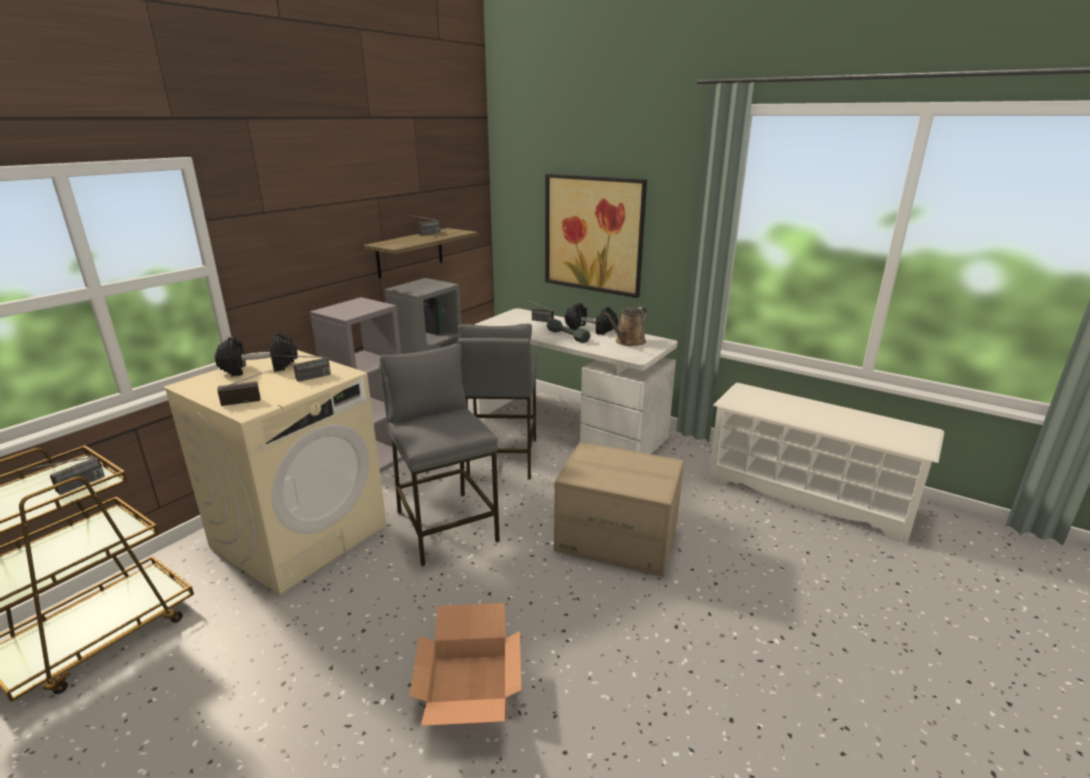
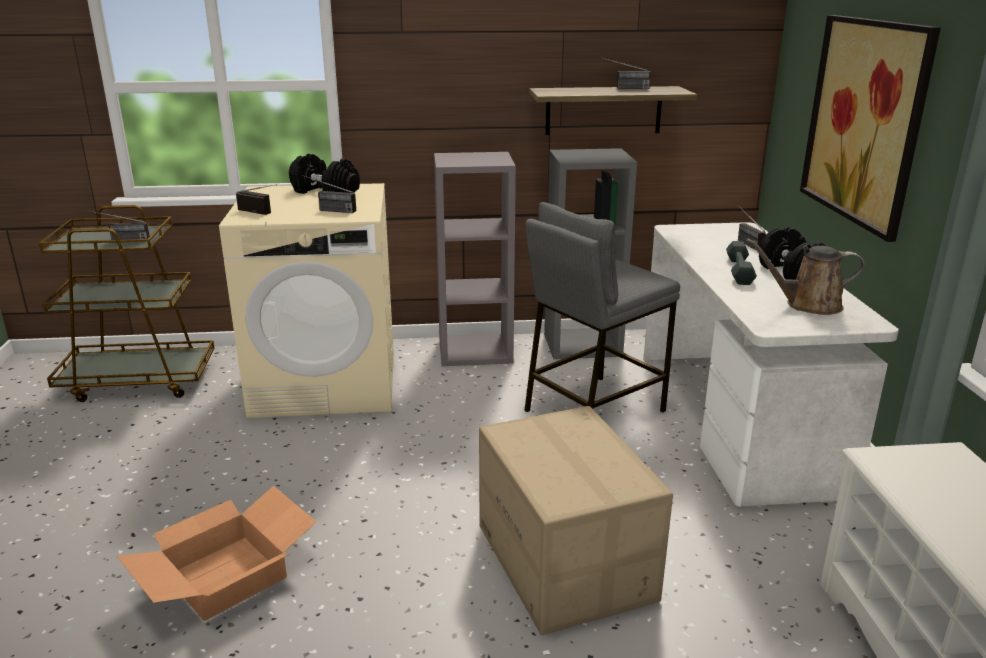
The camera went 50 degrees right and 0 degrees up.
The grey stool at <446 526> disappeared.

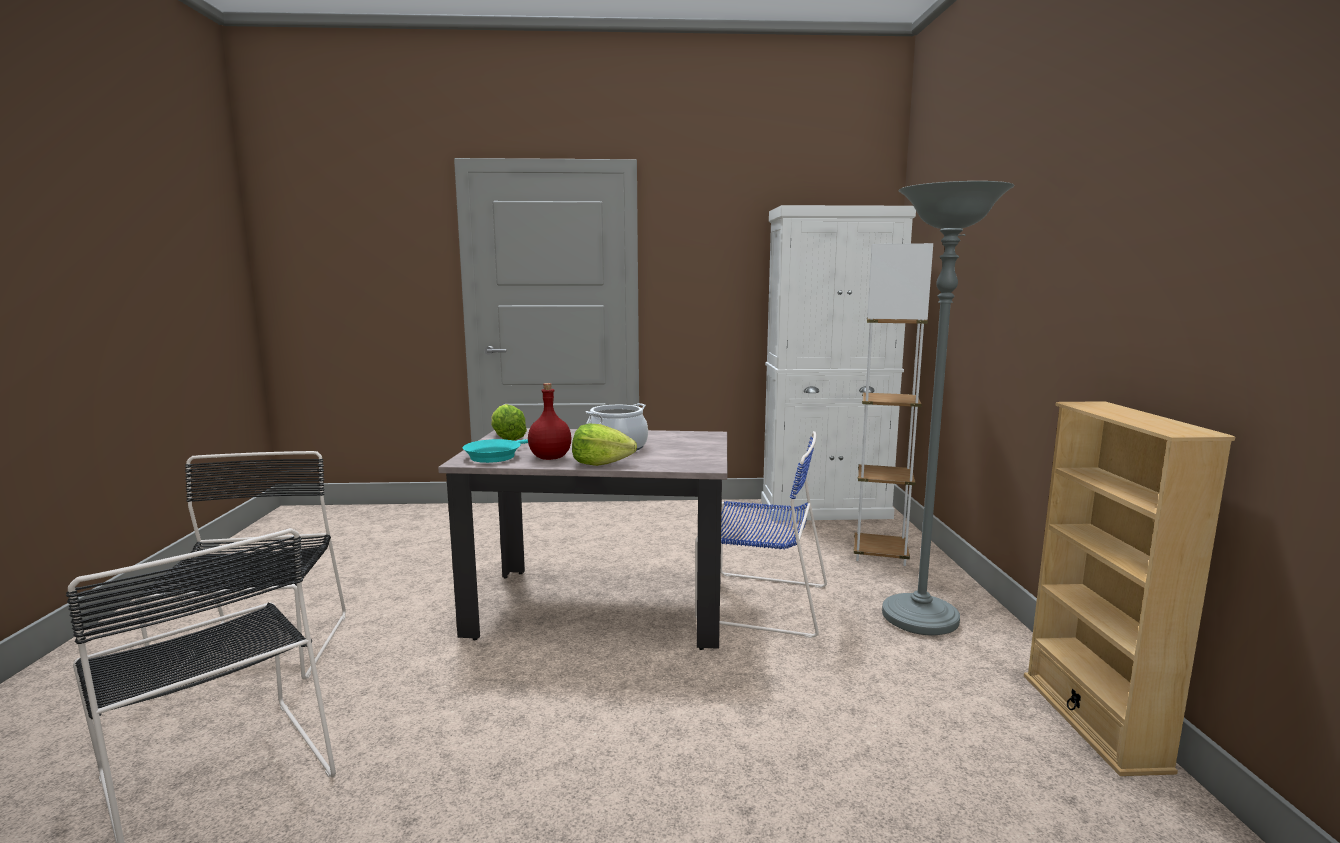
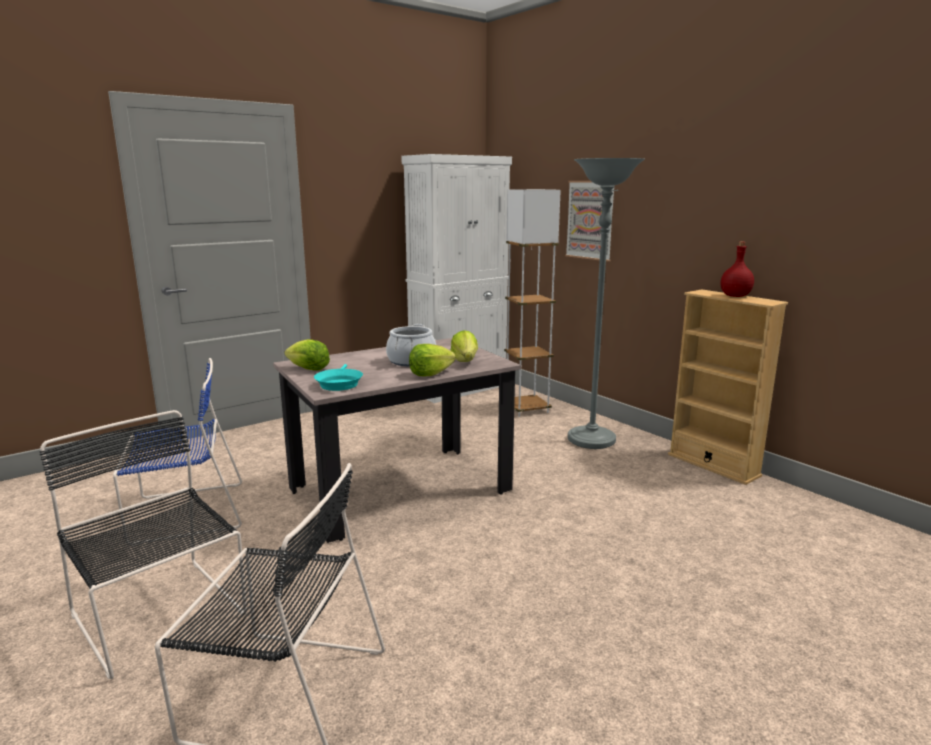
The camera went 35 degrees left and 5 degrees up.
The blue chair moved from <758 602> to <184 513>.
The lettuce at <465 361> appeared.
The picture at <590 220> appeared.
The red bottle moved from <549 458> to <735 296>.

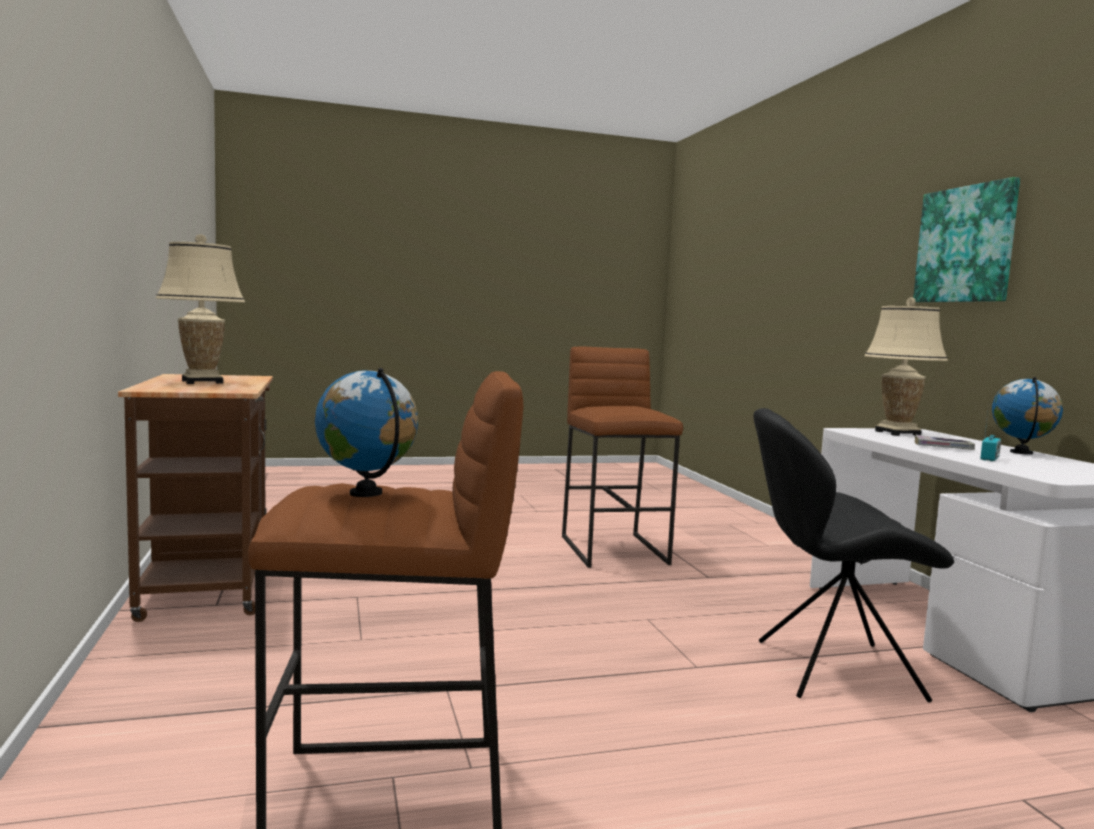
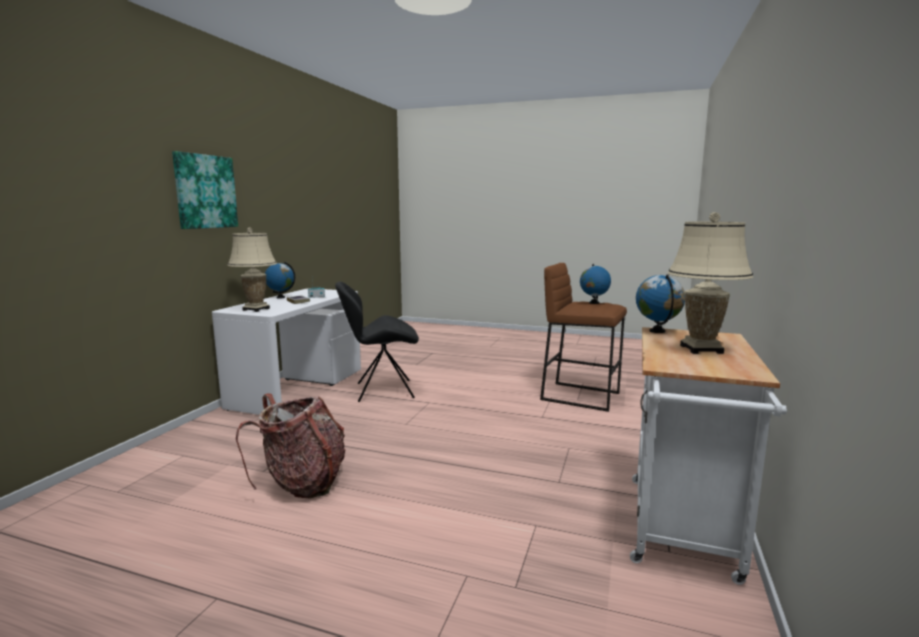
The camera went 145 degrees left and 5 degrees up.
The brown stool at <615 550> was replaced by the backpack at <303 483>.
The black chair at <831 669> turned 135 degrees clockwise.
The brown cart at <208 582> became the white cart at <682 533>.
The globe at <657 331> appeared.

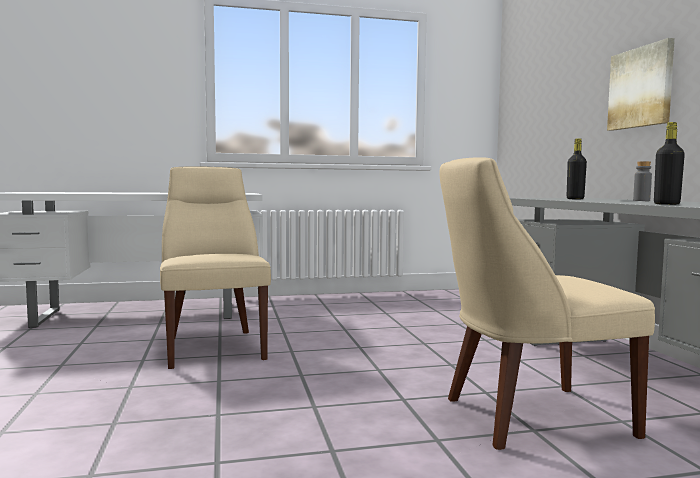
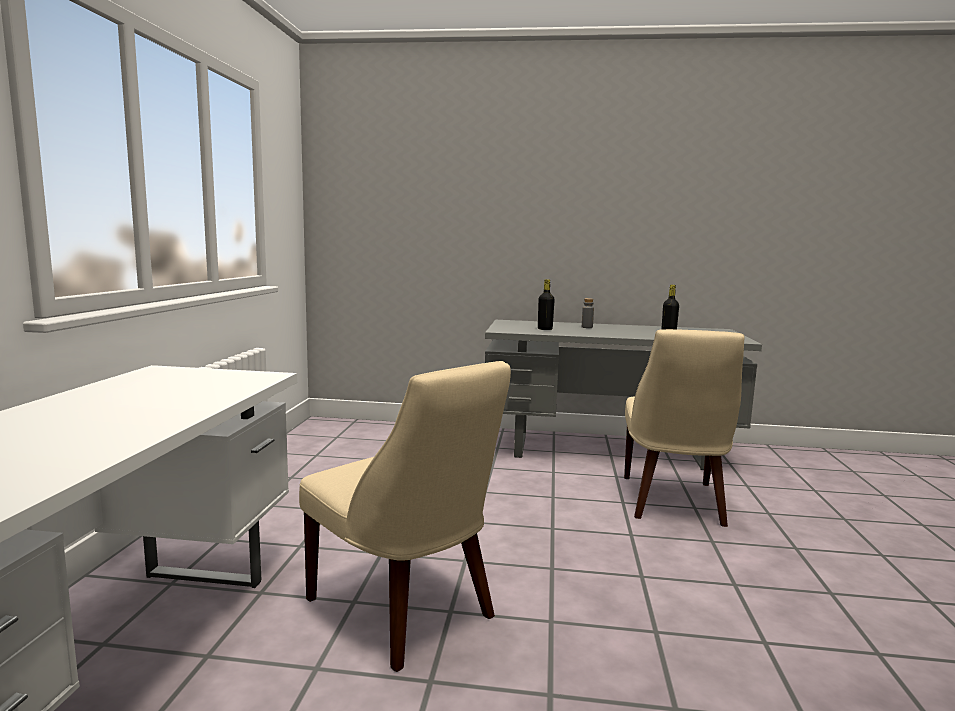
The camera went 70 degrees left and 5 degrees up.
The beige chair at <213 346> turned 135 degrees counterclockwise.
The picture at <641 87> disappeared.

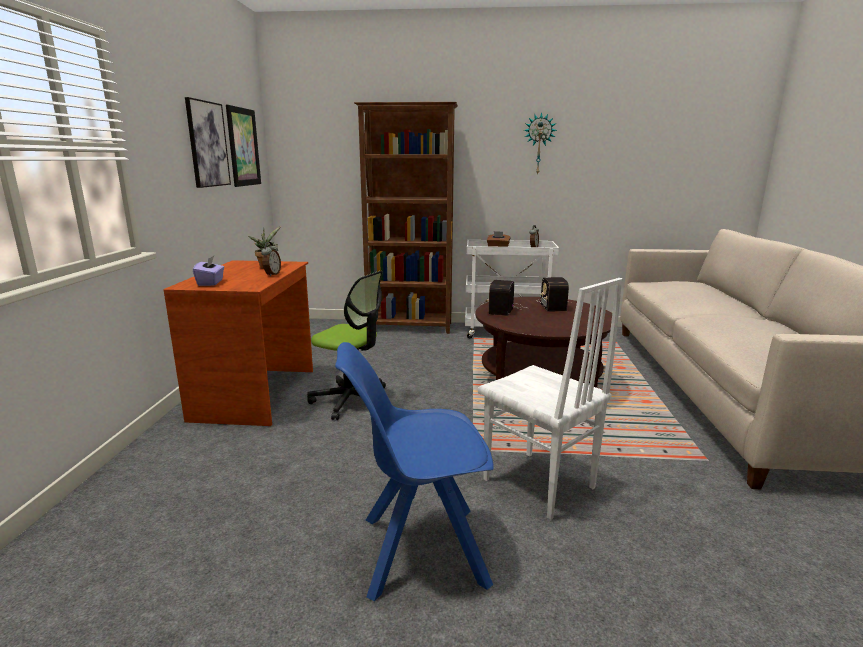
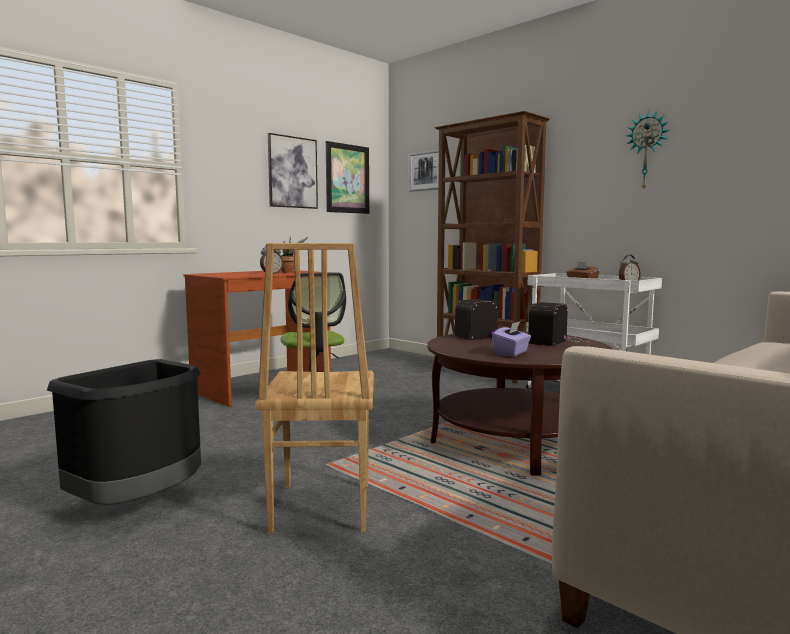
The camera went 40 degrees right and 10 degrees down.
The blue chair at <419 551> was replaced by the black trash can at <140 505>.
The white chair at <538 484> became the brown chair at <320 507>.
The picture at <426 171> appeared.
The purple tissue box moved from <211 283> to <511 353>.

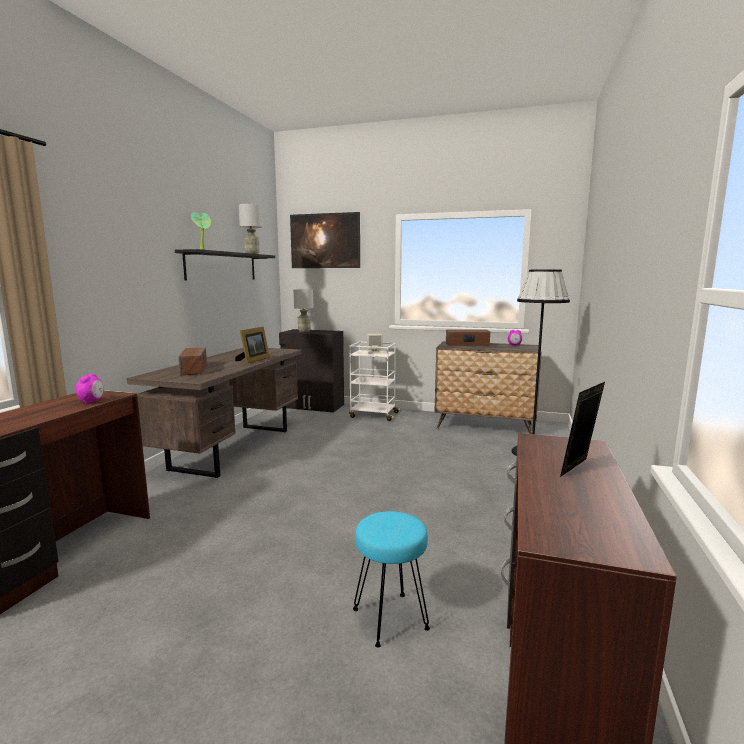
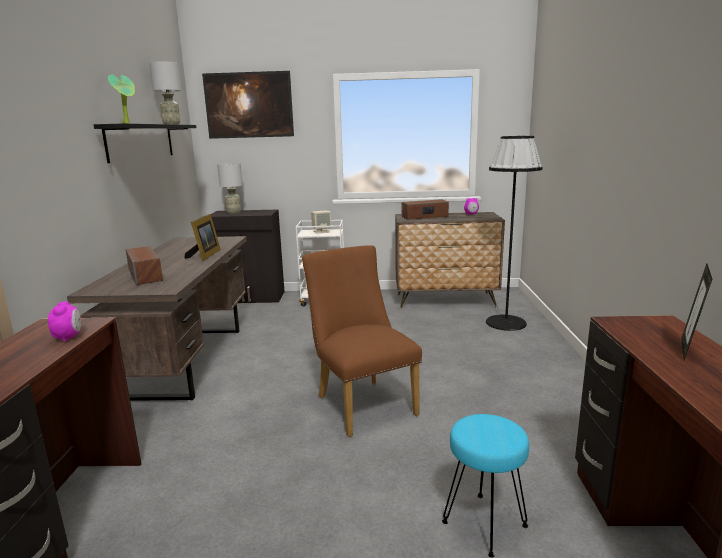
The camera went 15 degrees left and 5 degrees up.
The brown chair at <362 402> appeared.

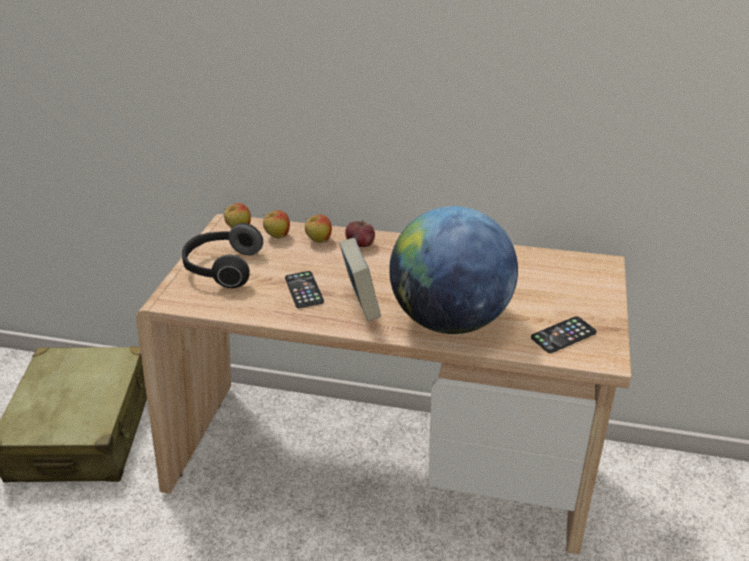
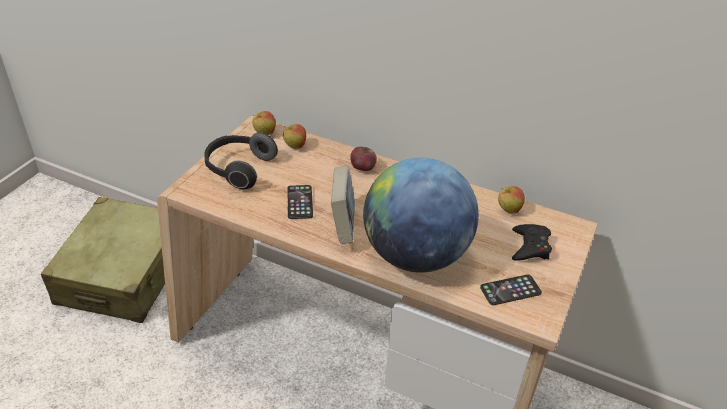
The camera went 10 degrees right and 5 degrees up.
The apple moved from <319 241> to <508 210>.
The black game controller at <530 247> appeared.

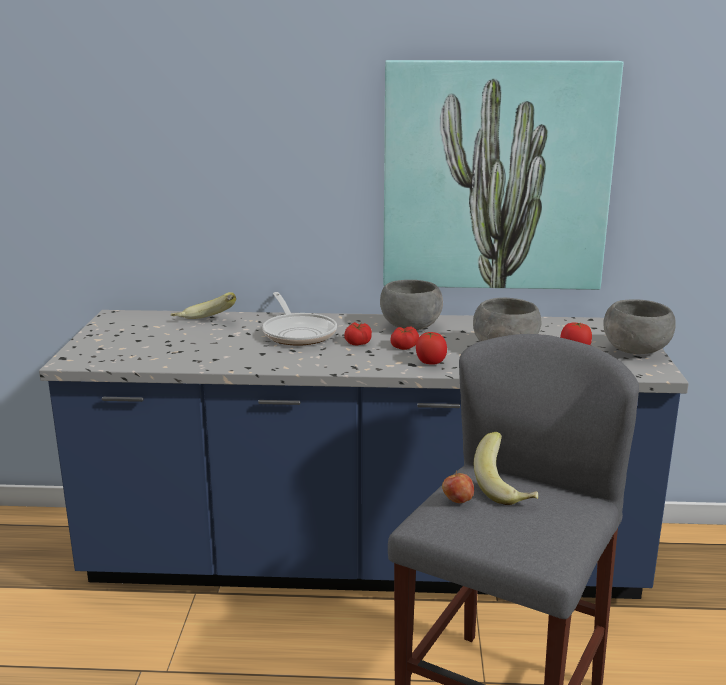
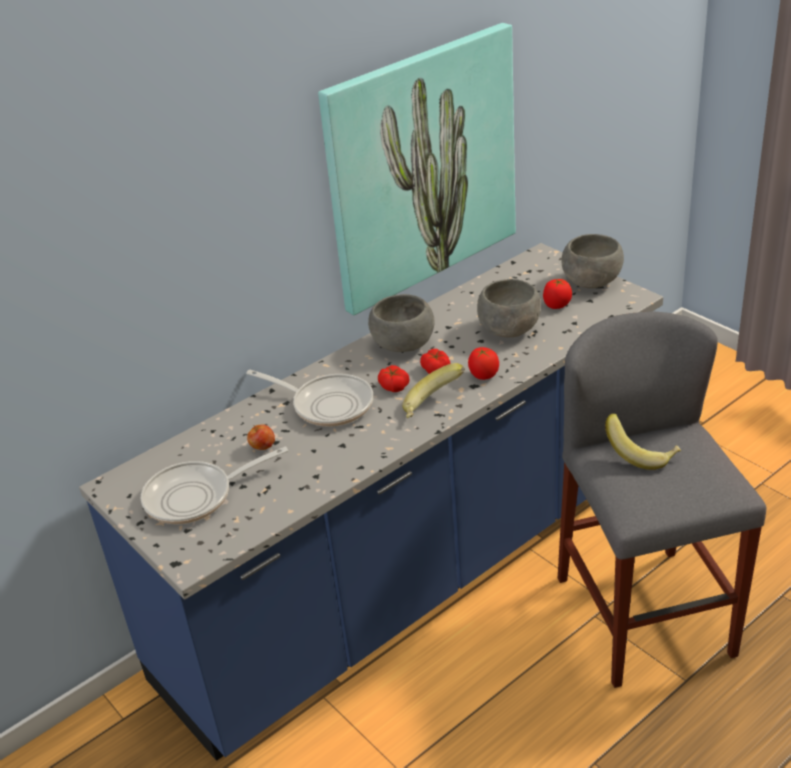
The camera went 40 degrees left and 15 degrees up.
The frying pan at <196 496> appeared.
The apple moved from <457 501> to <262 447>.
The banana moved from <204 323> to <433 407>.

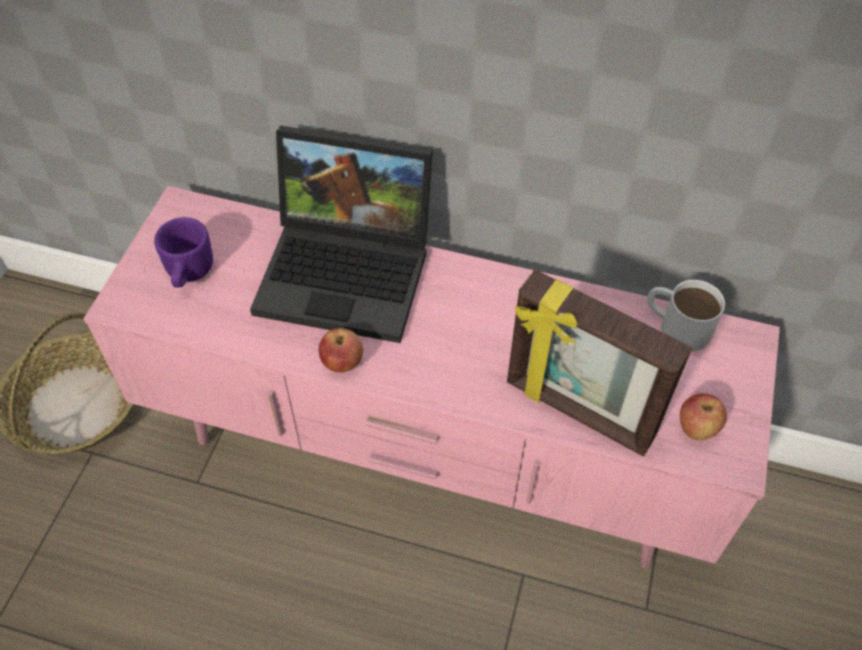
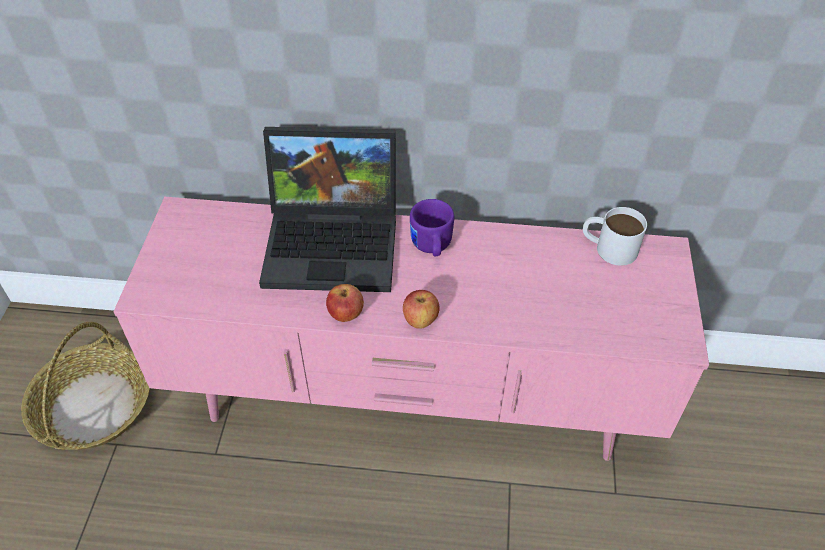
The camera went 10 degrees left and 5 degrees down.
The apple moved from <696 428> to <420 320>.
The purple mug moved from <188 274> to <431 247>.
The picture frame at <578 412> disappeared.

